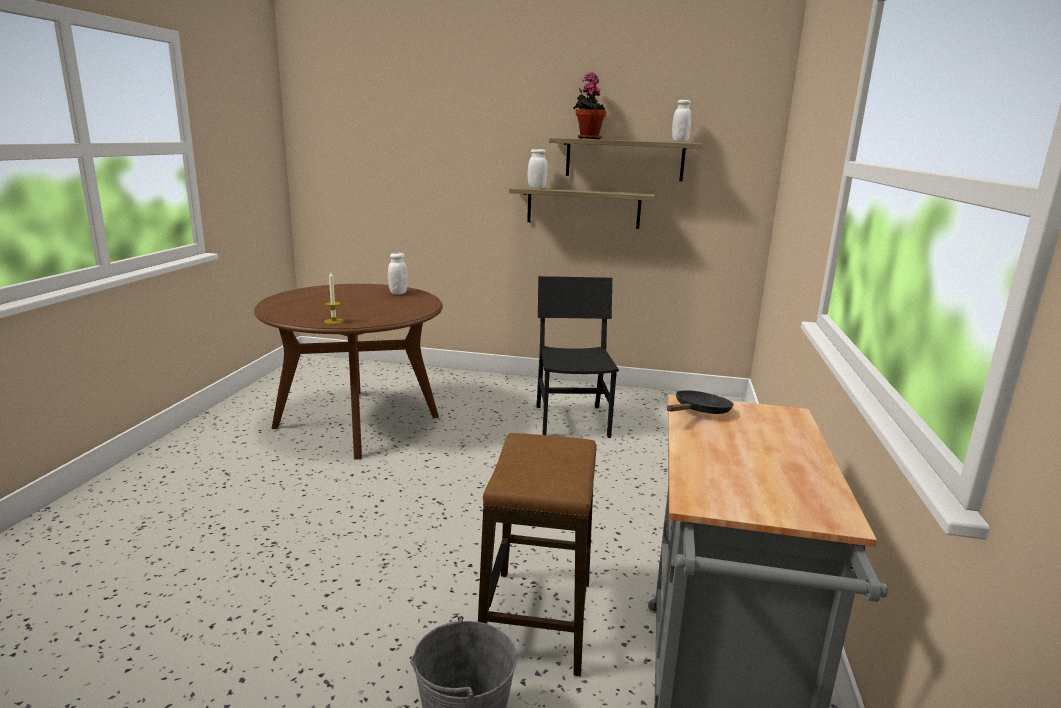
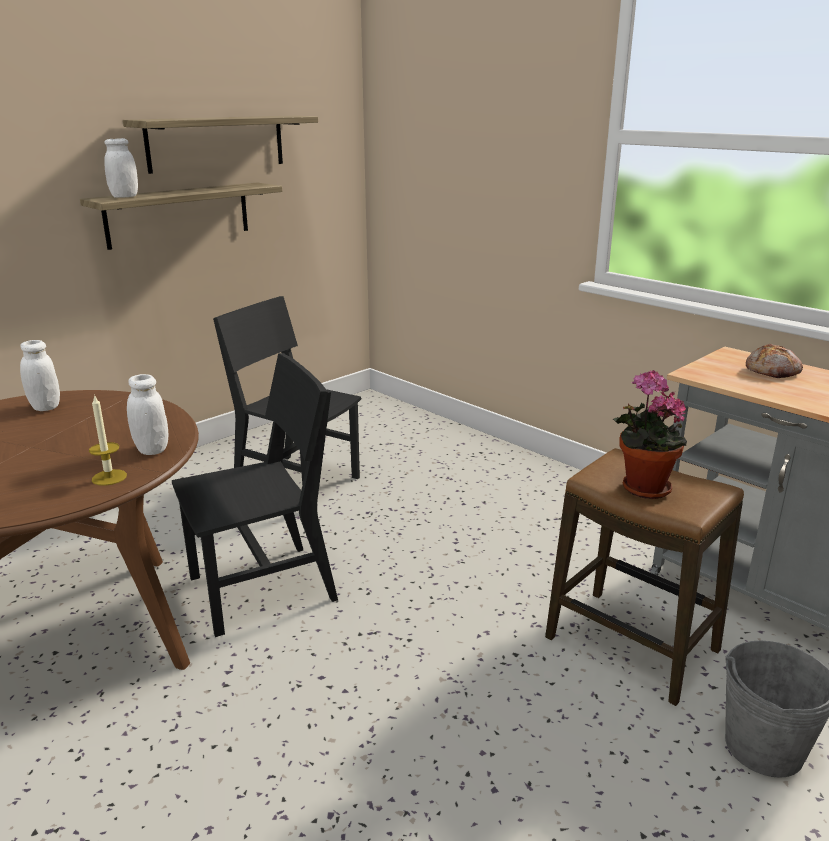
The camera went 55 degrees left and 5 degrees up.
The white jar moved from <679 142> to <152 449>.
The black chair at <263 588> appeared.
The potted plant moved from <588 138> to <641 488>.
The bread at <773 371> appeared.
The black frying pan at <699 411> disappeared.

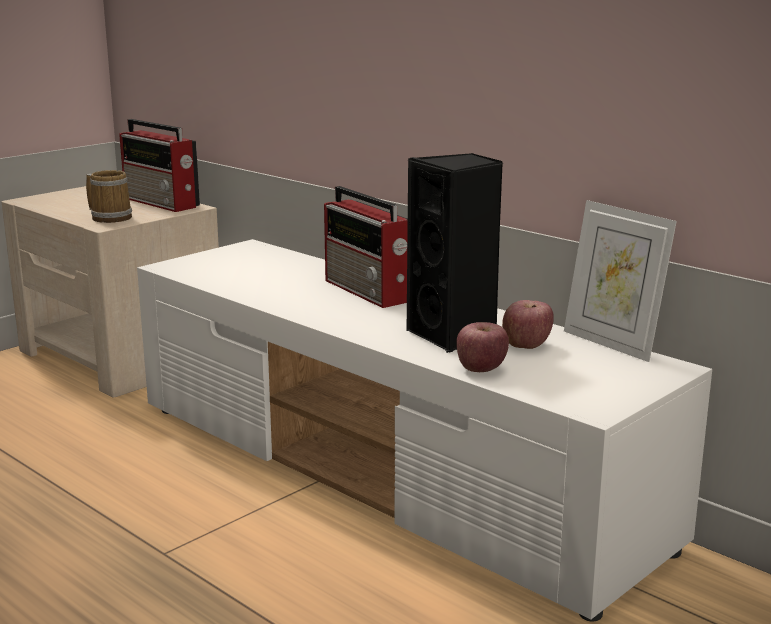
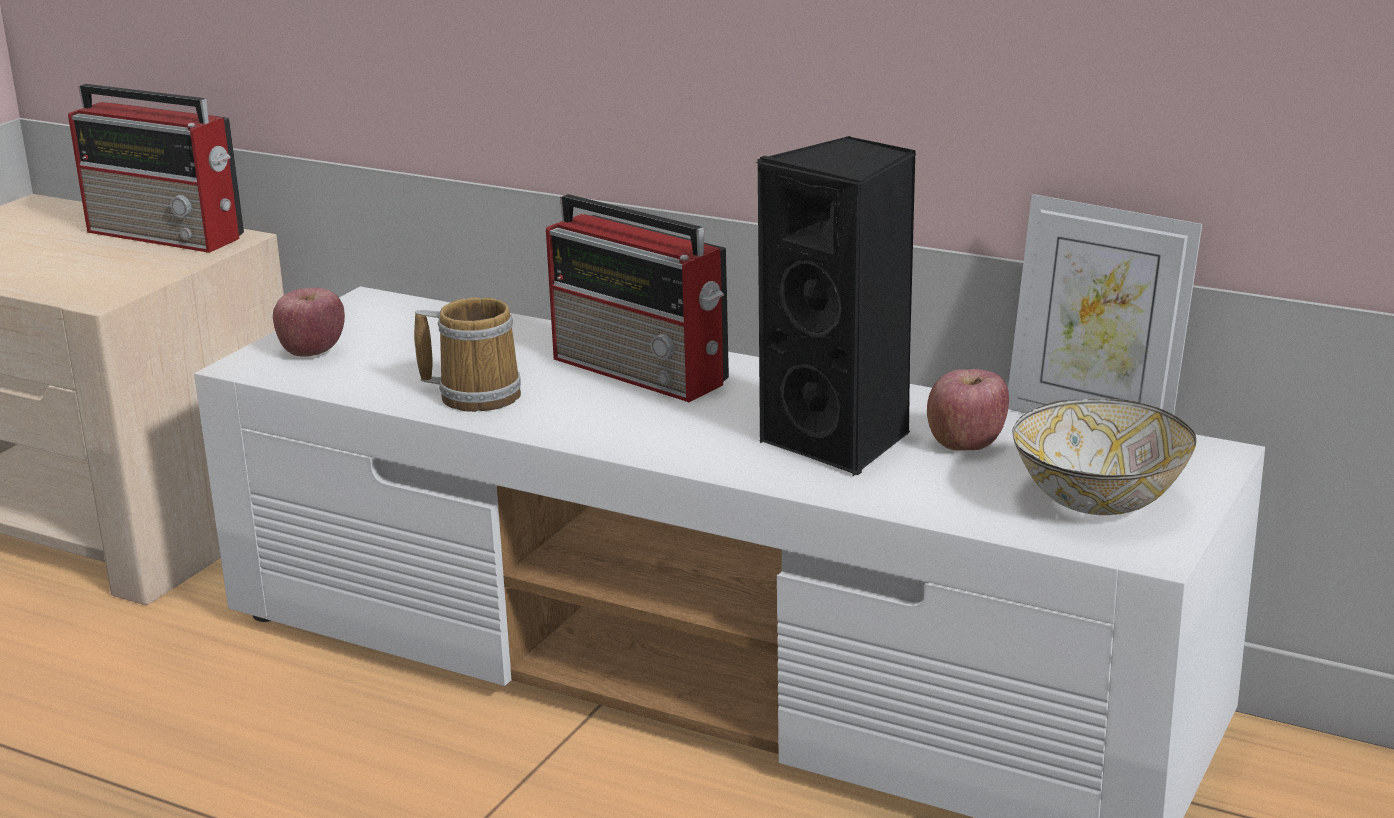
The camera went 15 degrees left and 5 degrees up.
The apple moved from <481 369> to <312 352>.
The mug moved from <110 217> to <476 394>.
The bowl at <1097 501> appeared.

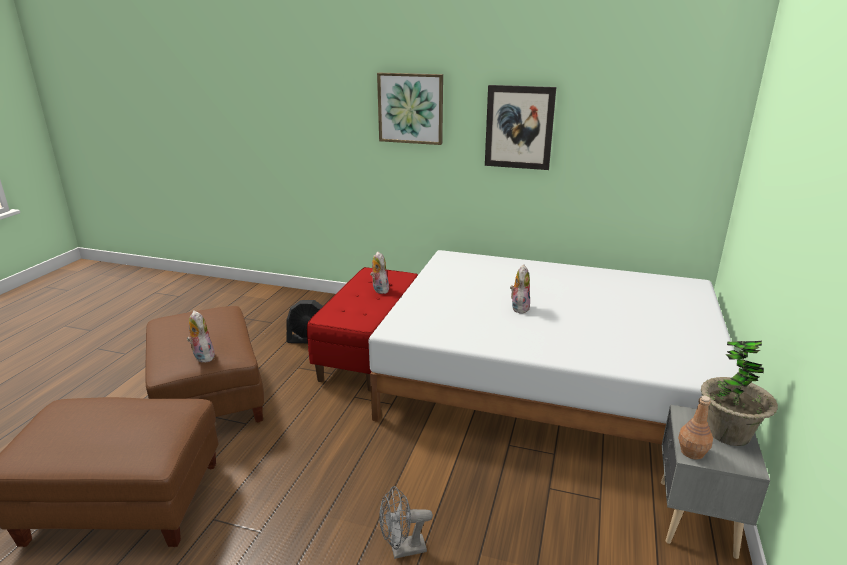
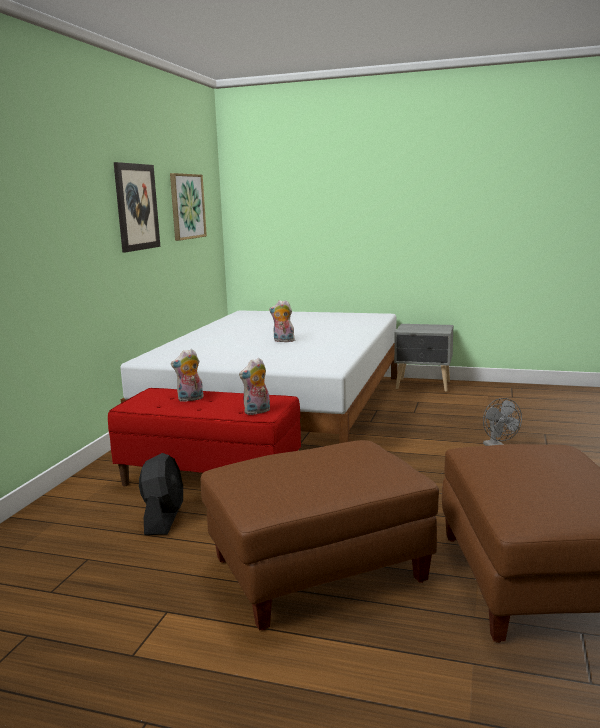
The camera went 90 degrees left and 10 degrees down.
The picture moved from <410 108> to <187 206>.
The plush toy moved from <202 356> to <257 412>.
The brown bottle at <691 452> disappeared.
The potted plant at <728 433> disappeared.

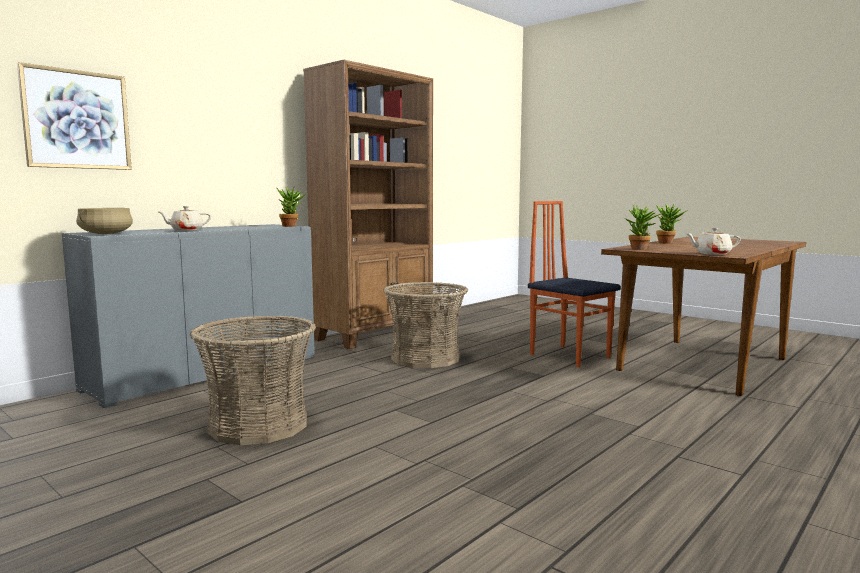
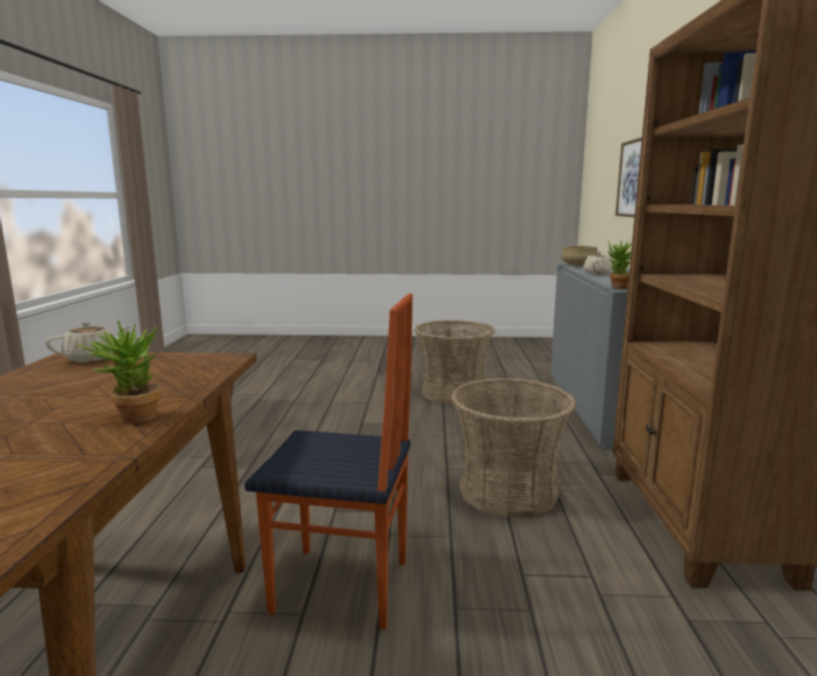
The camera went 140 degrees right and 5 degrees up.
The potted plant at <641 249> disappeared.

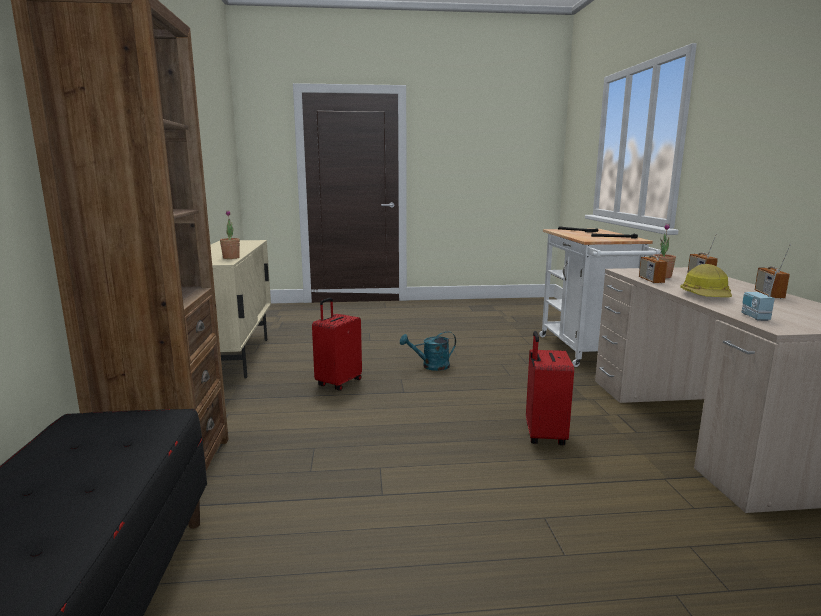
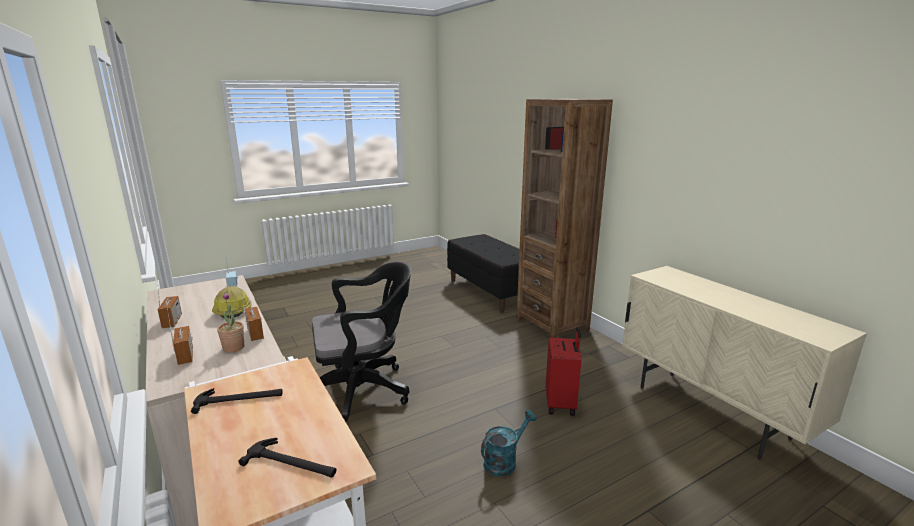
The camera went 155 degrees right and 5 degrees up.
The red suitcase at <543 435> was replaced by the black office chair at <363 391>.
The potted plant at <231 258> disappeared.

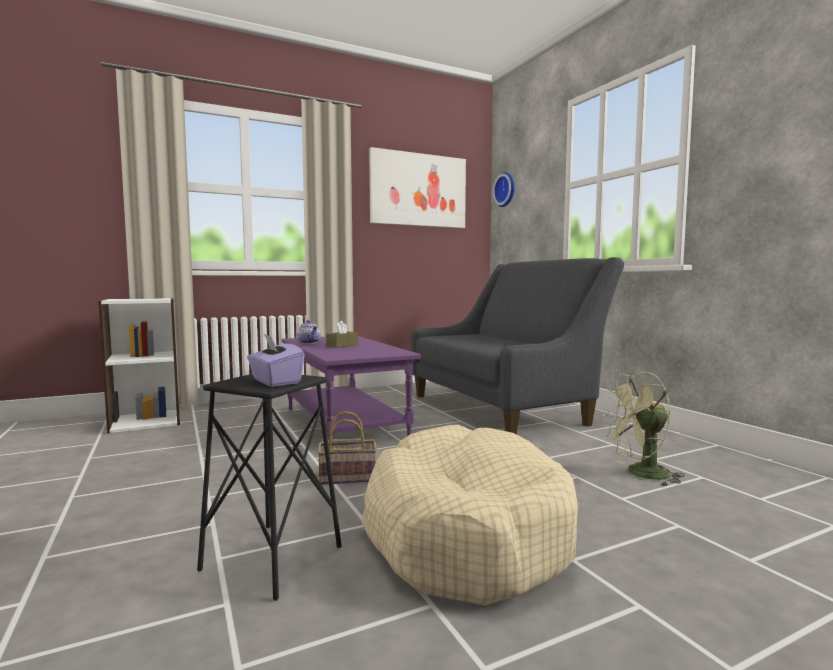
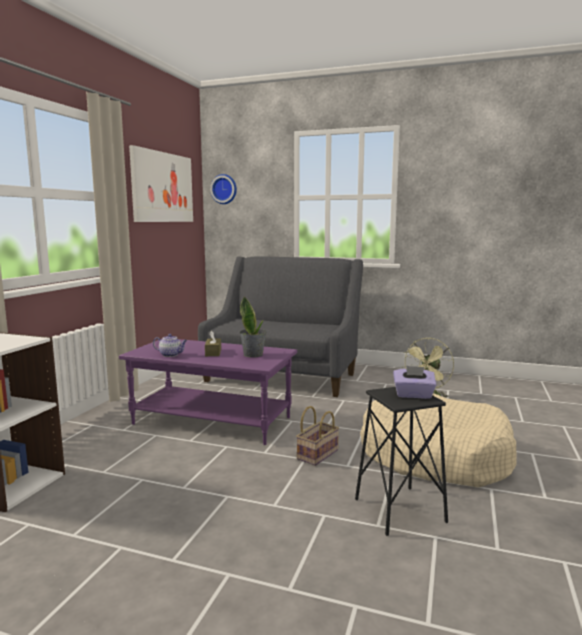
The camera went 45 degrees left and 5 degrees up.
The potted plant at <253 354> appeared.

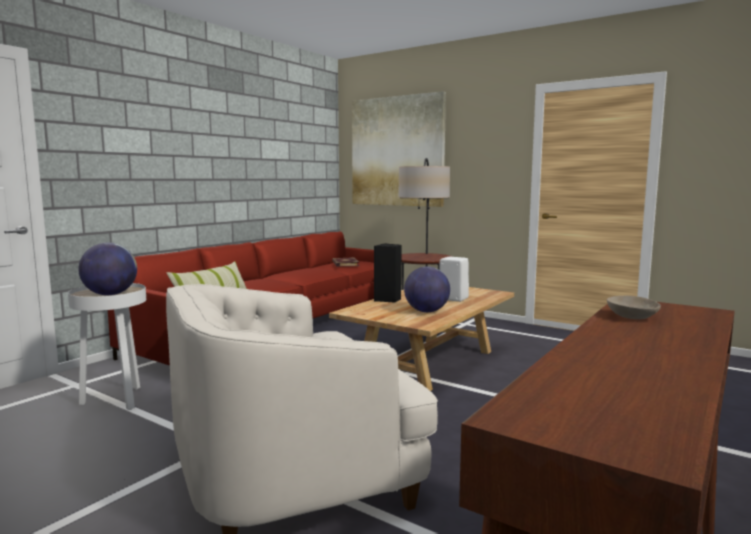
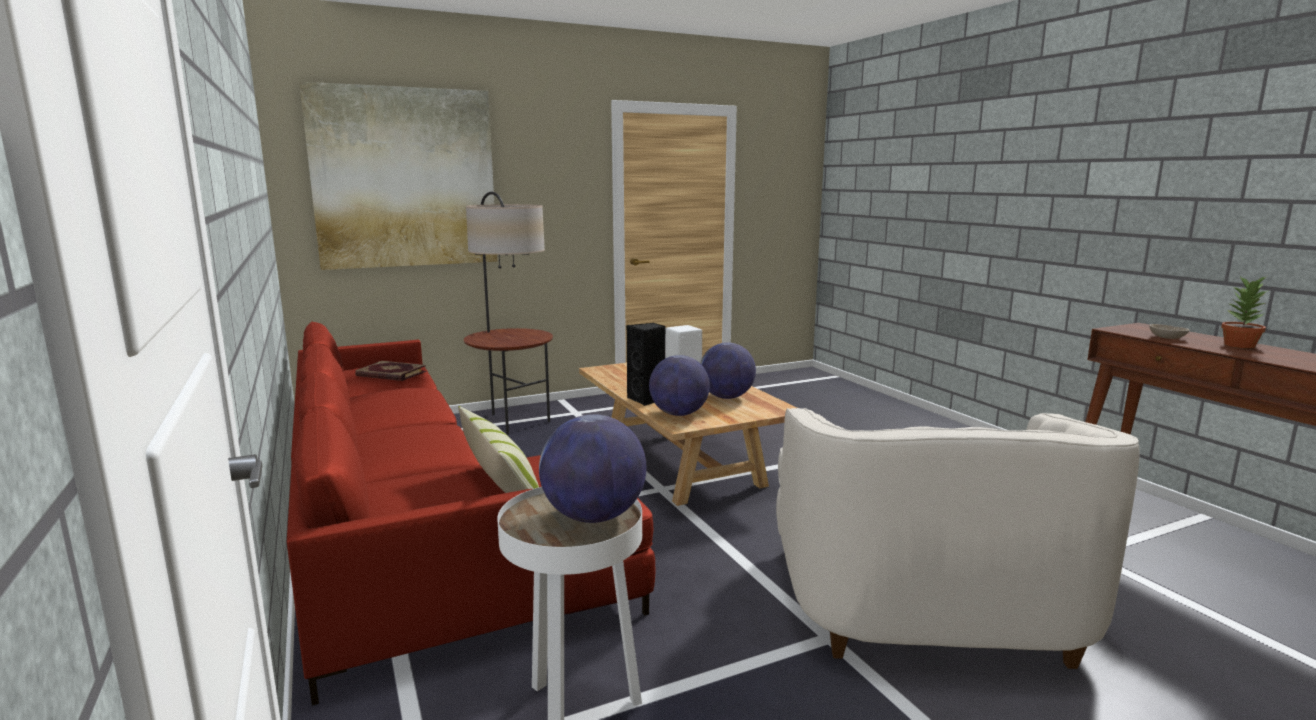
The camera went 60 degrees left and 5 degrees up.
The globe at <679 414> appeared.
The potted plant at <1240 345> appeared.

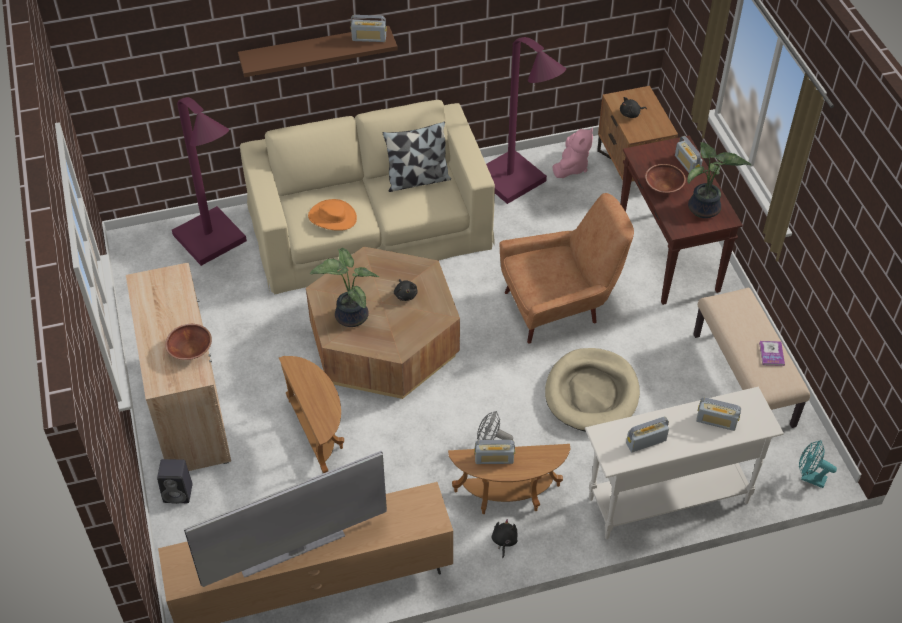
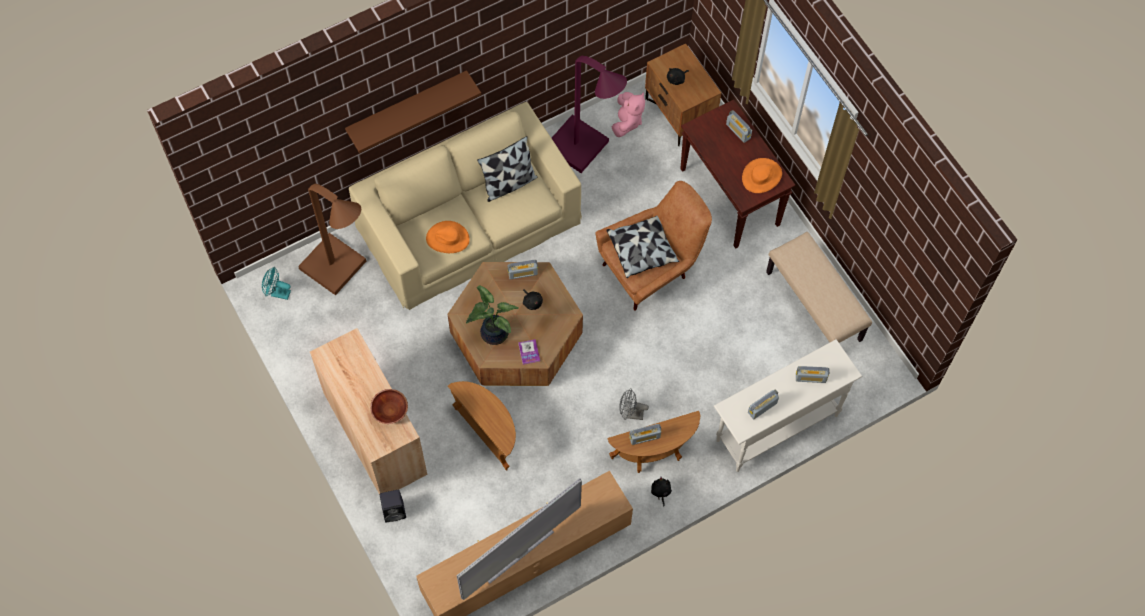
The camera went 15 degrees left and 15 degrees up.
The turquoise fan moved from <809 477> to <277 293>.
The purple floor lamp at <215 244> became the brown floor lamp at <340 270>.
The radio moved from <369 38> to <523 273>.
The book moved from <771 354> to <529 352>.
The pillow at <642 250> appeared.
The potted plant at <704 210> was replaced by the orange hat at <762 176>.
The beige dog bed at <592 393> disappeared.
The brown bowl at <663 186> disappeared.

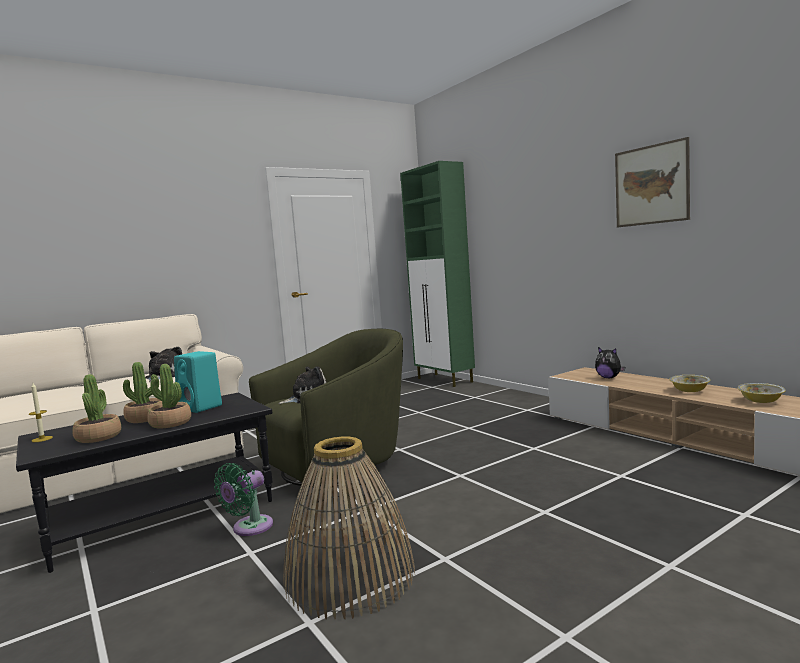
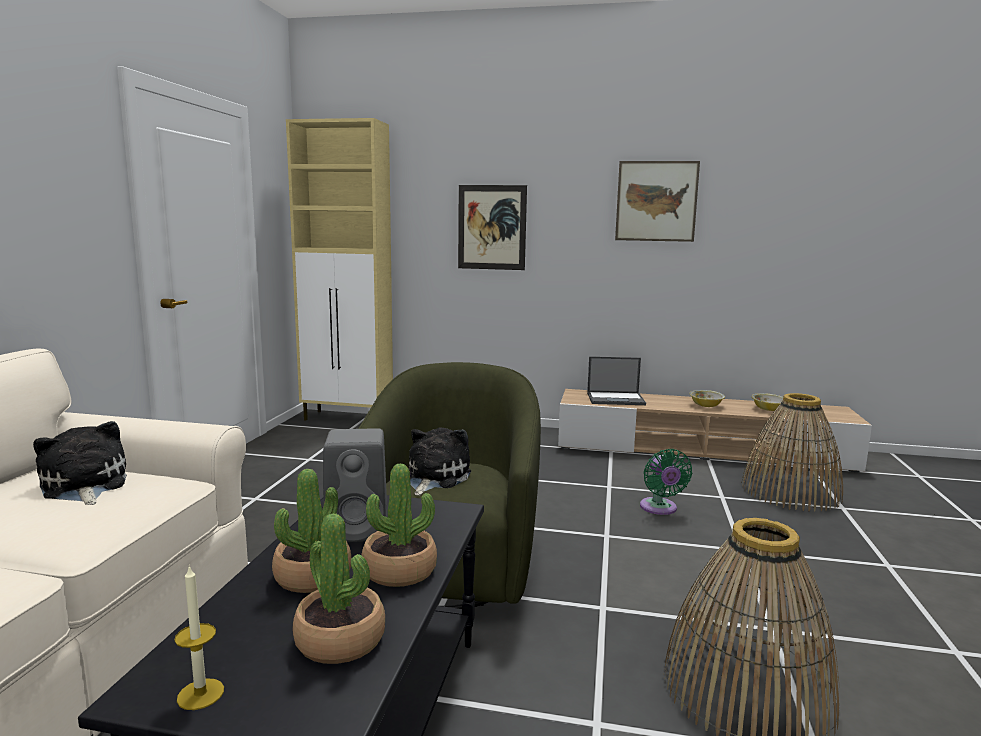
The camera went 45 degrees left and 5 degrees up.
The green cabinet at <445 380> became the beige cabinet at <348 418>.
The turquoise speaker at <201 407> became the grey speaker at <359 529>.
The picture at <492 227> appeared.
The plush toy at <609 378> was replaced by the laptop at <616 399>.
The green fan moved from <249 528> to <659 508>.
The basket at <790 491> appeared.

